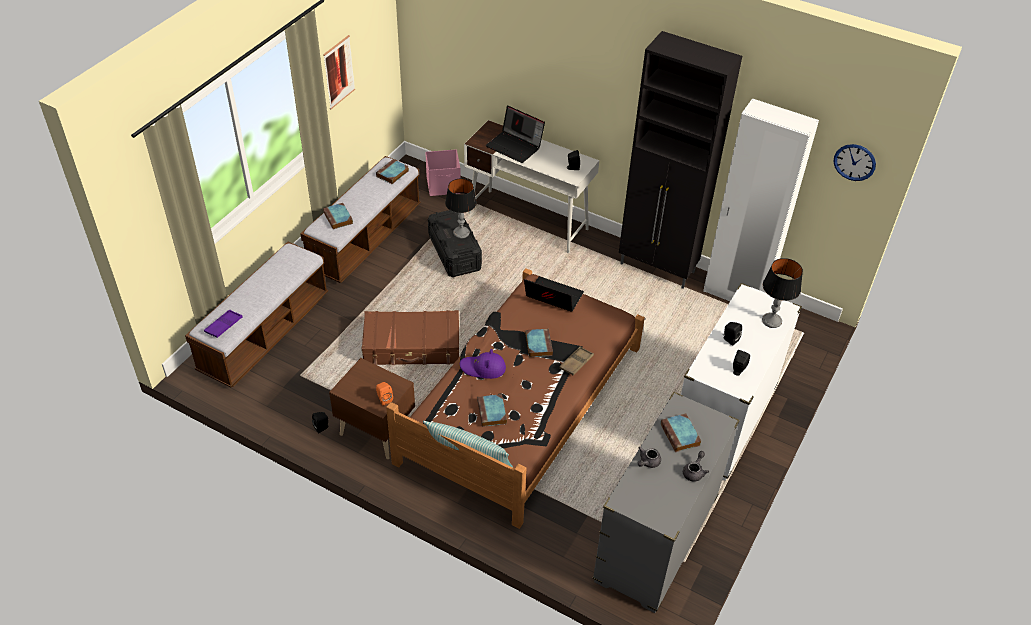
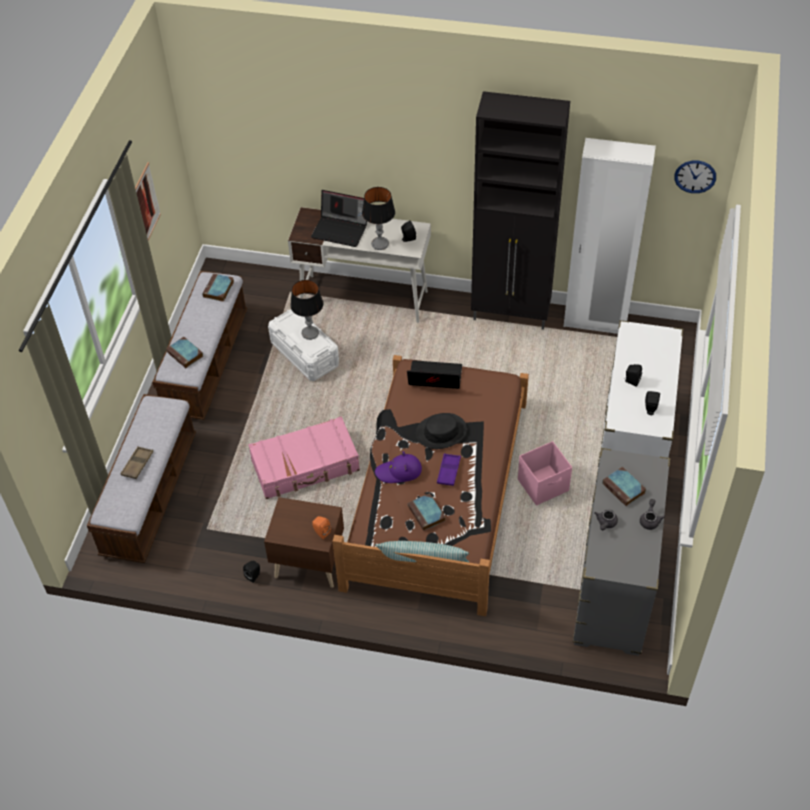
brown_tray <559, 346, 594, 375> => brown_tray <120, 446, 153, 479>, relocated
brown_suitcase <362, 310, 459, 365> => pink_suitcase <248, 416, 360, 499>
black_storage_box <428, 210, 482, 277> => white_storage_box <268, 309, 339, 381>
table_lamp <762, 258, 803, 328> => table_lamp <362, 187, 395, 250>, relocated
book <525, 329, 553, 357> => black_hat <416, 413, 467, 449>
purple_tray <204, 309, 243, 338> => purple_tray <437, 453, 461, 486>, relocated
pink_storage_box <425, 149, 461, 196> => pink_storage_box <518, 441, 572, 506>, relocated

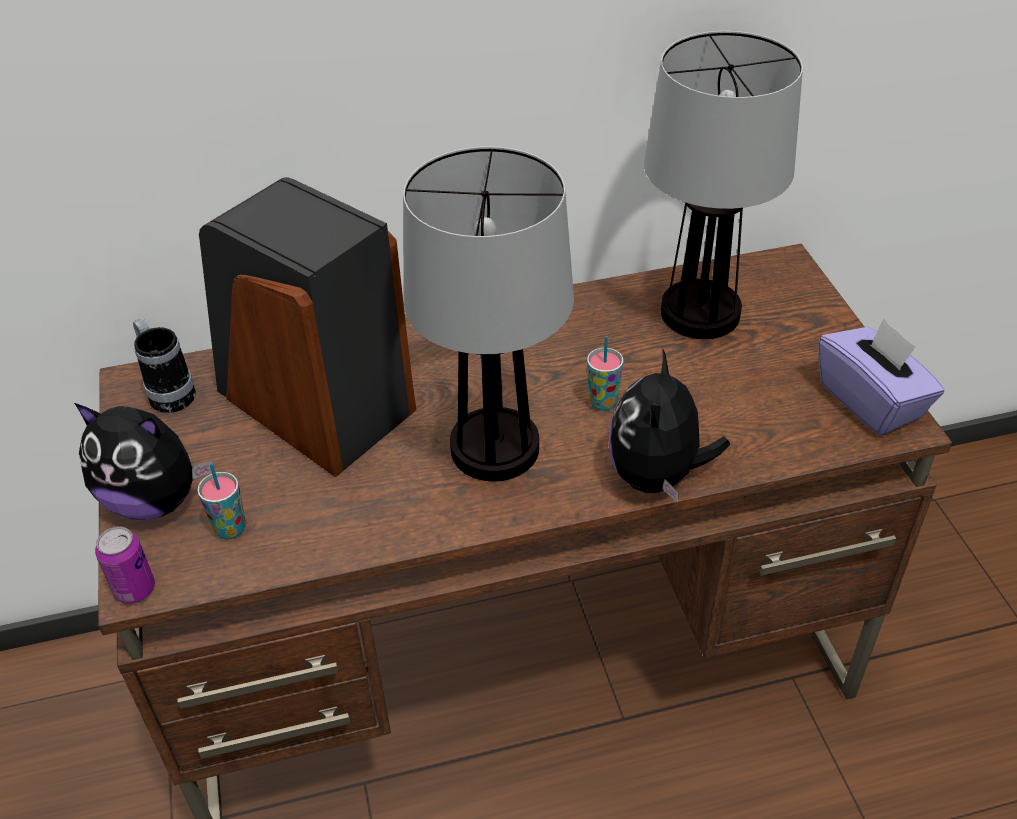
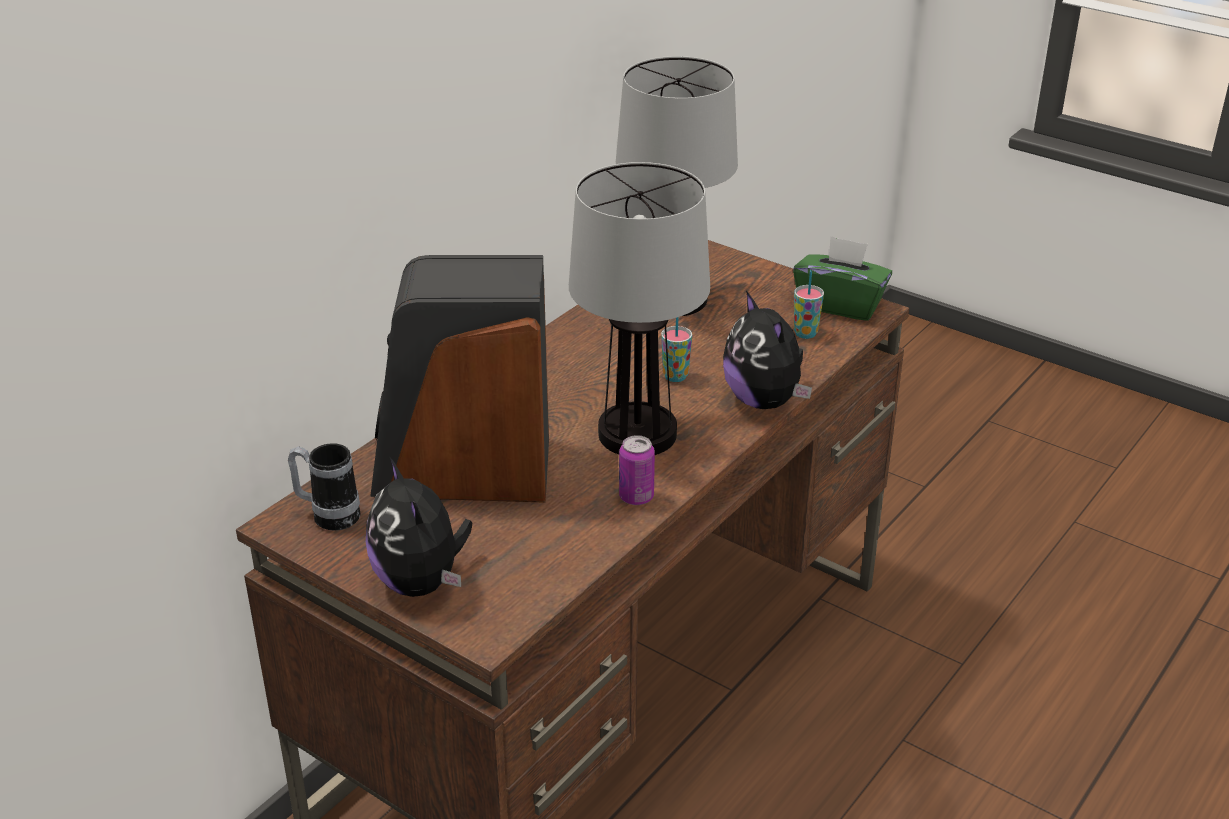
plush_toy <74, 403, 212, 520> => plush_toy <366, 458, 472, 597>, 90 degrees clockwise
can <95, 526, 155, 604> => can <619, 435, 655, 505>, relocated
purple_tissue_box <819, 318, 944, 436> => green_tissue_box <793, 236, 892, 321>
cup <197, 463, 246, 539> => cup <794, 270, 824, 339>, relocated

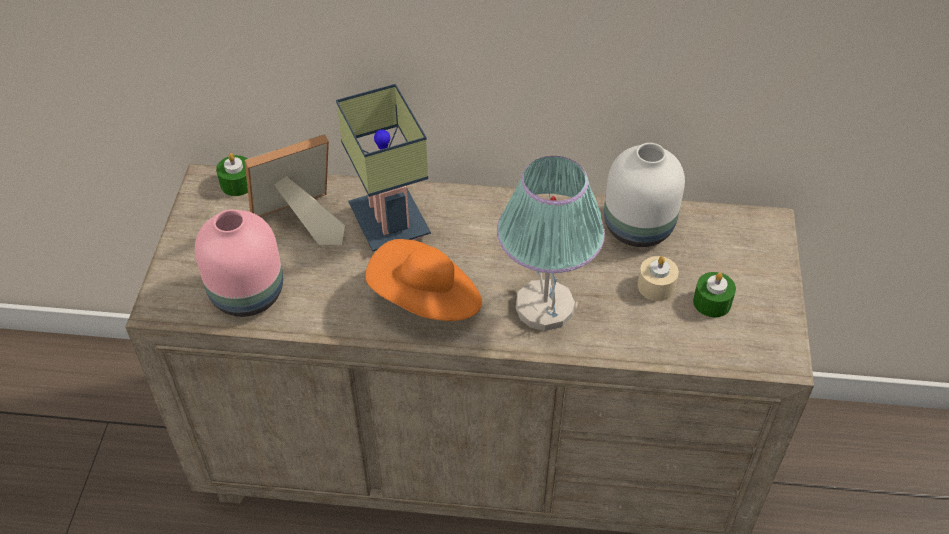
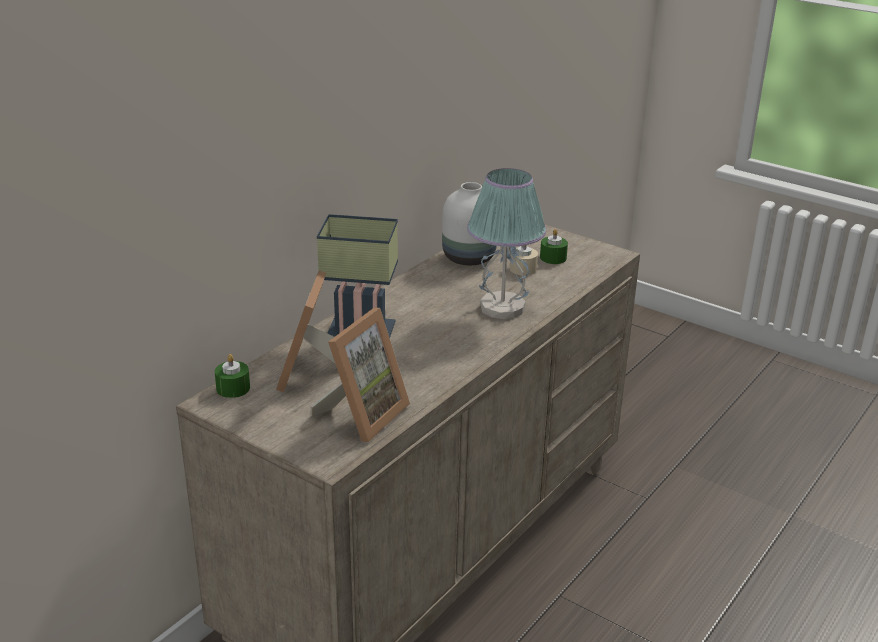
pink_vase <195, 209, 283, 317> => picture_frame <310, 308, 410, 442>
orange_hat <365, 239, 482, 321> => nothing

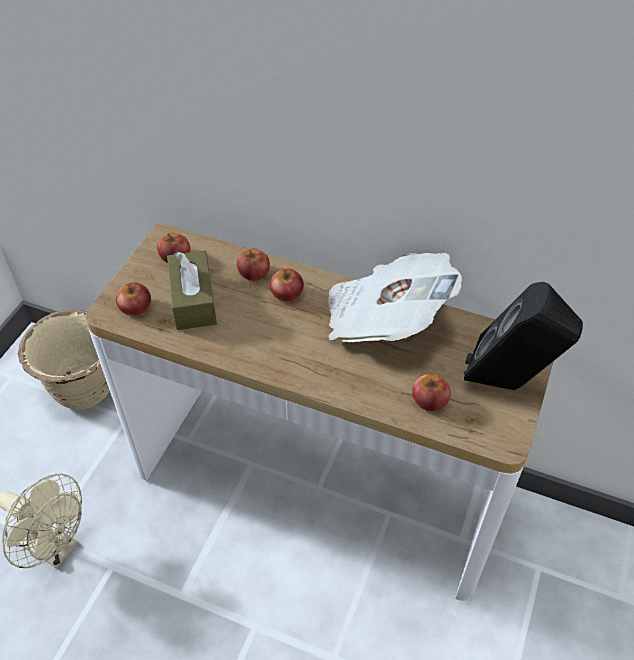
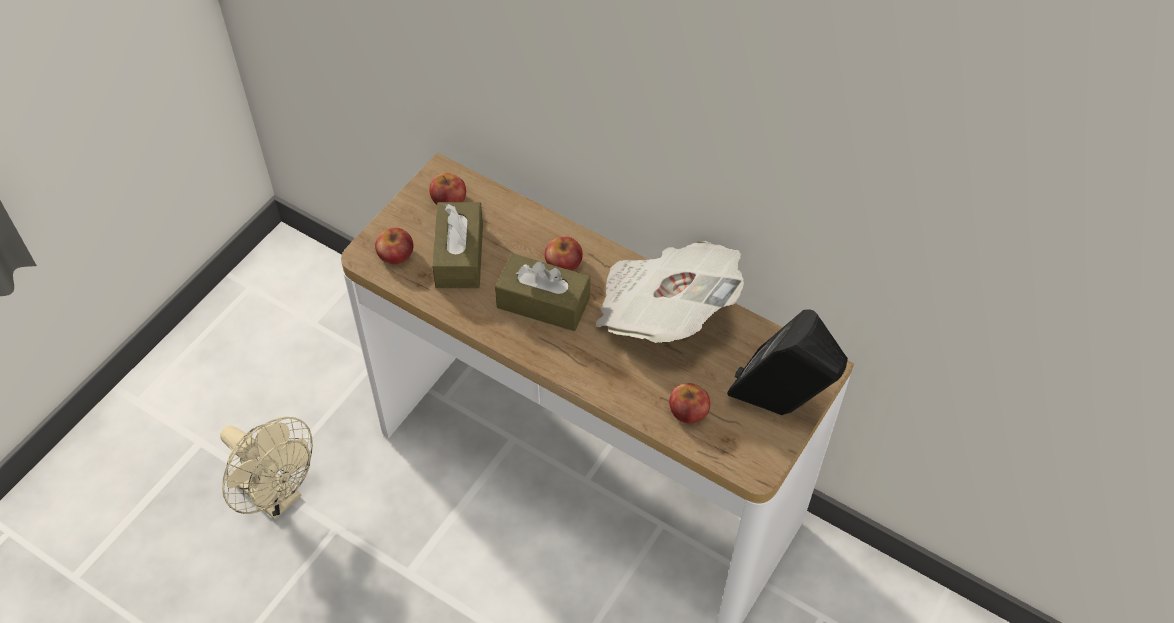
nothing => brown_tissue_box <495, 253, 590, 331>
beige_planter <18, 310, 110, 409> => nothing
apple <237, 248, 270, 281> => nothing

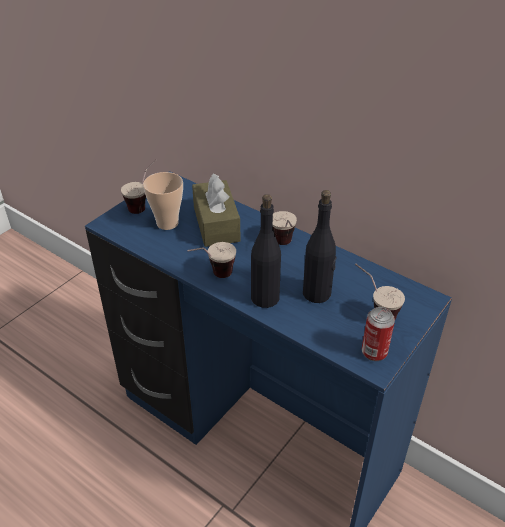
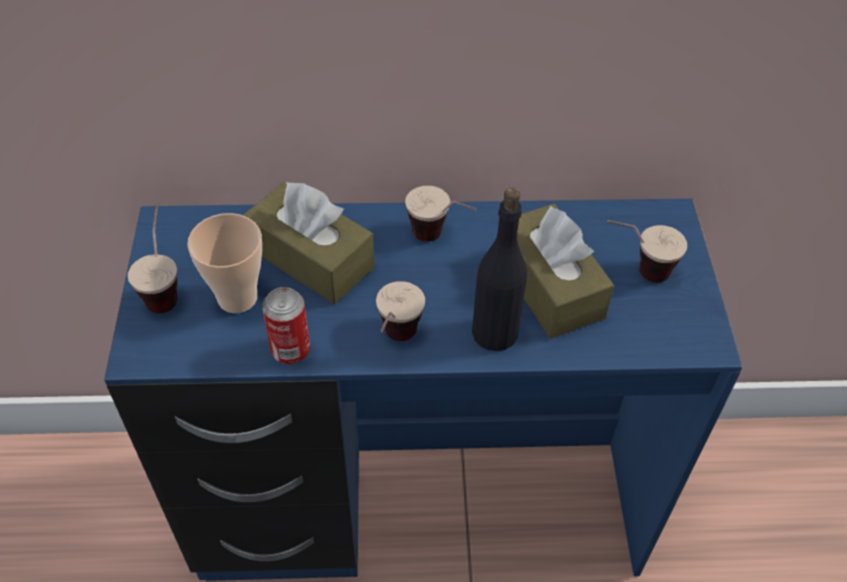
can <362, 307, 395, 361> => can <262, 287, 310, 364>, relocated
black_bottle <303, 190, 337, 303> => brown_tissue_box <517, 204, 614, 339>

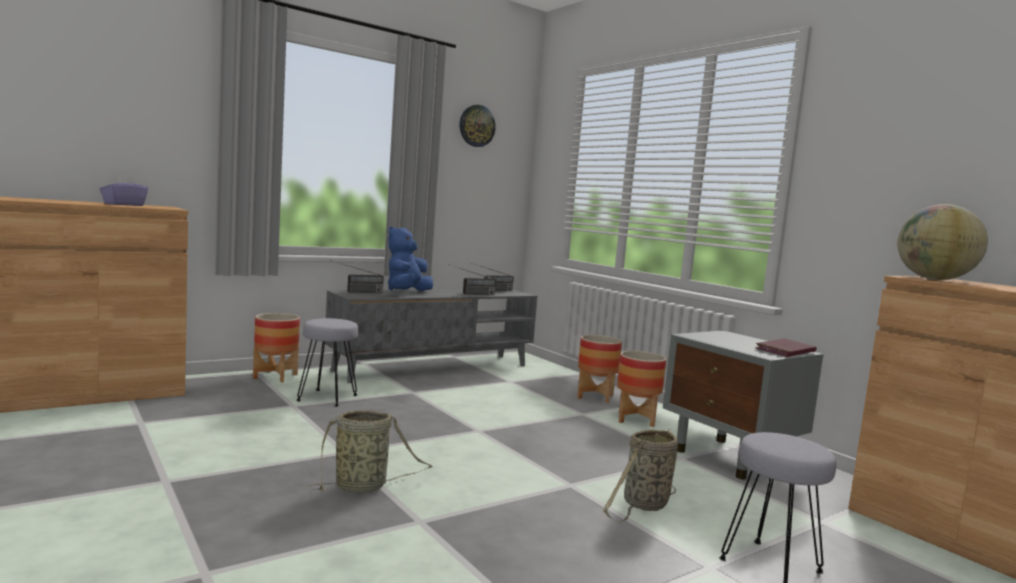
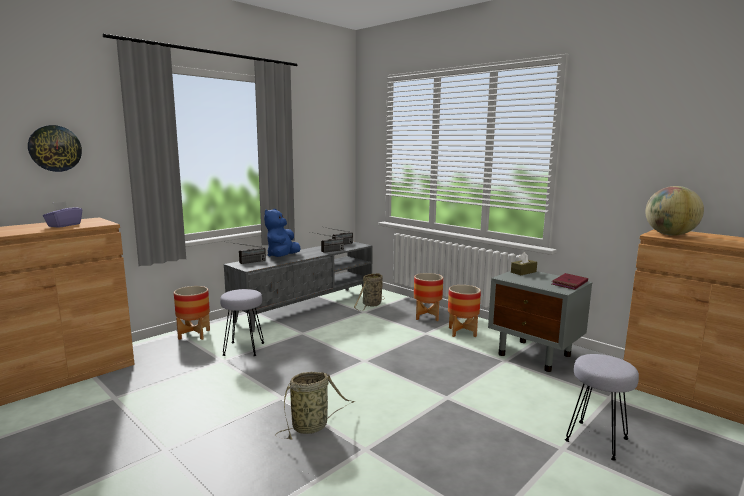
wall_clock <460, 105, 495, 147> => wall_clock <28, 125, 82, 172>, relocated
basket <603, 429, 678, 522> => basket <354, 273, 385, 311>, relocated
nothing => brown_tissue_box <511, 252, 537, 275>

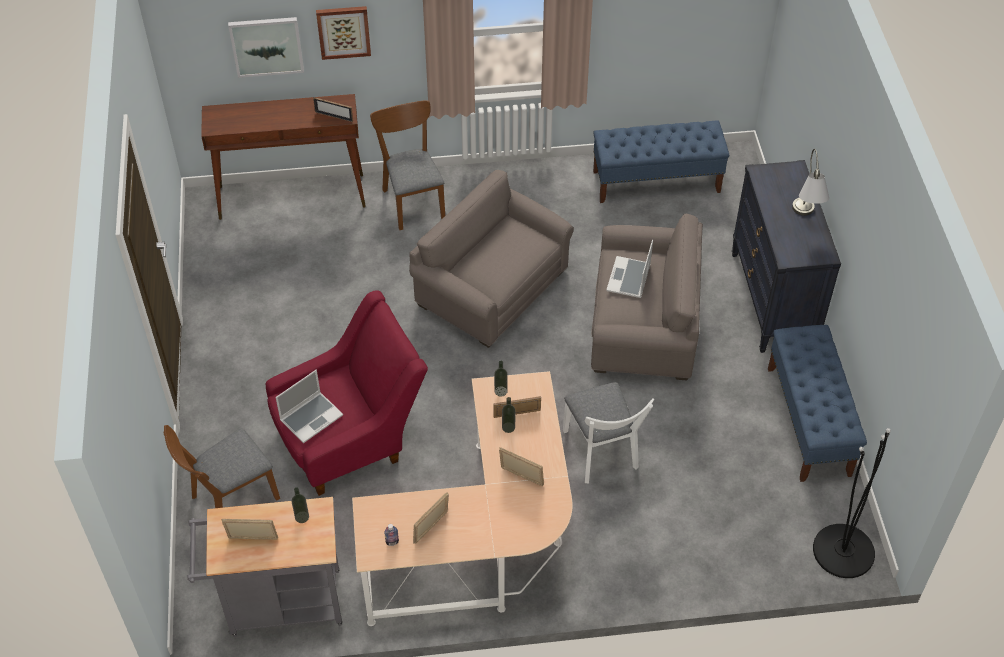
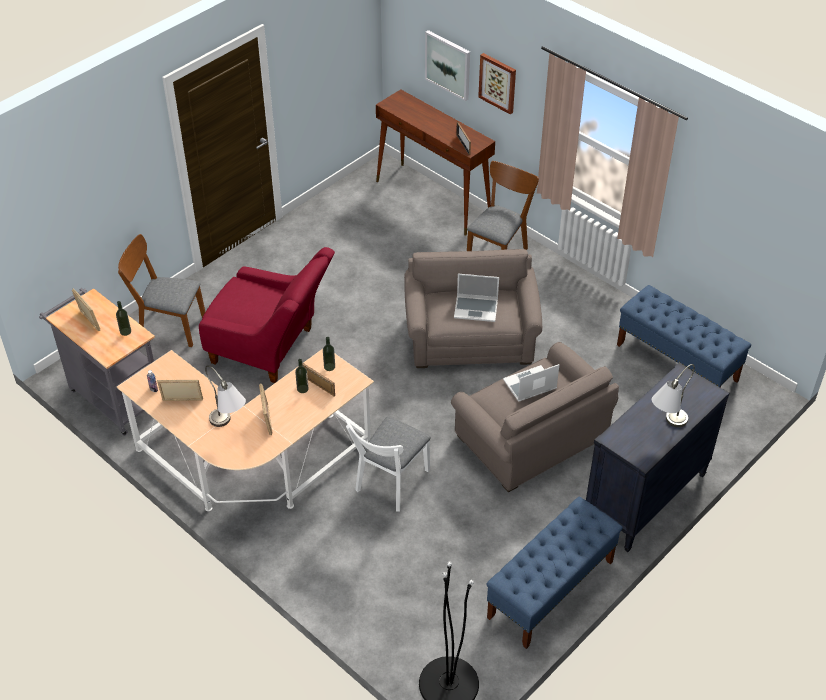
nothing => grey_table_lamp <205, 365, 246, 427>
laptop <276, 370, 343, 443> => laptop <454, 274, 499, 322>, relocated

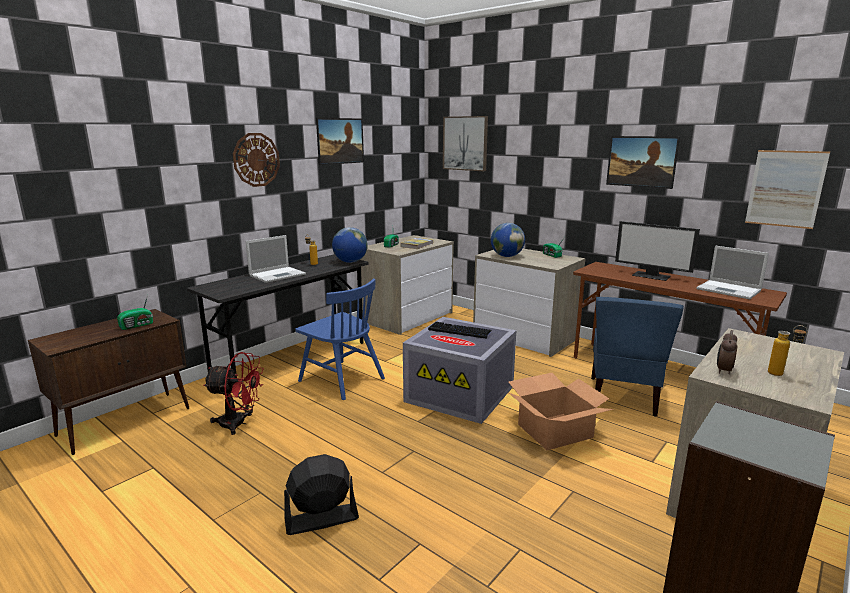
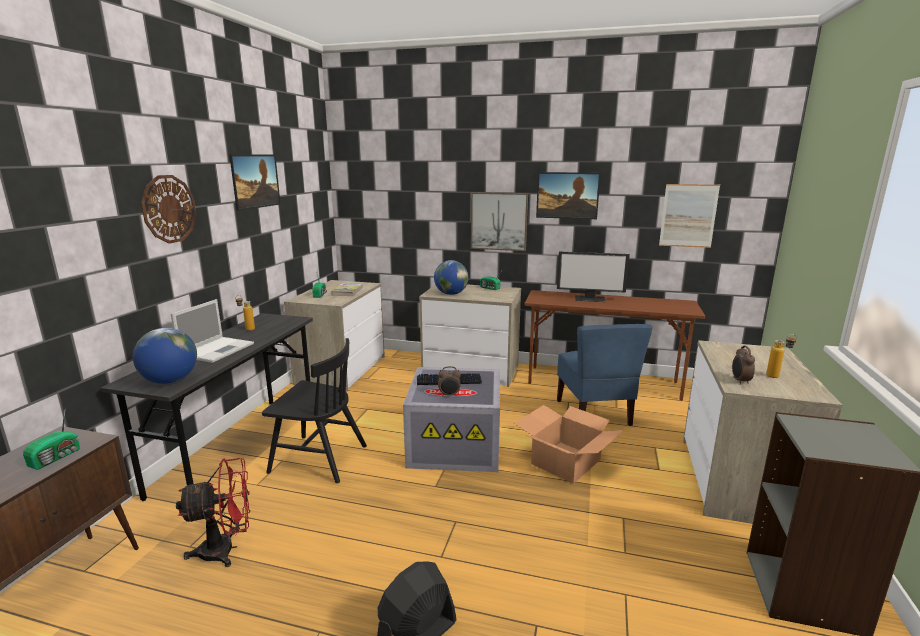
globe <332, 227, 368, 263> => globe <133, 328, 197, 384>, relocated
blue_chair <295, 279, 385, 400> => black_chair <262, 338, 367, 483>
nothing => alarm_clock <438, 366, 461, 397>
picture <443, 116, 488, 171> => picture <471, 192, 528, 251>, relocated
laptop <696, 246, 769, 299> => nothing

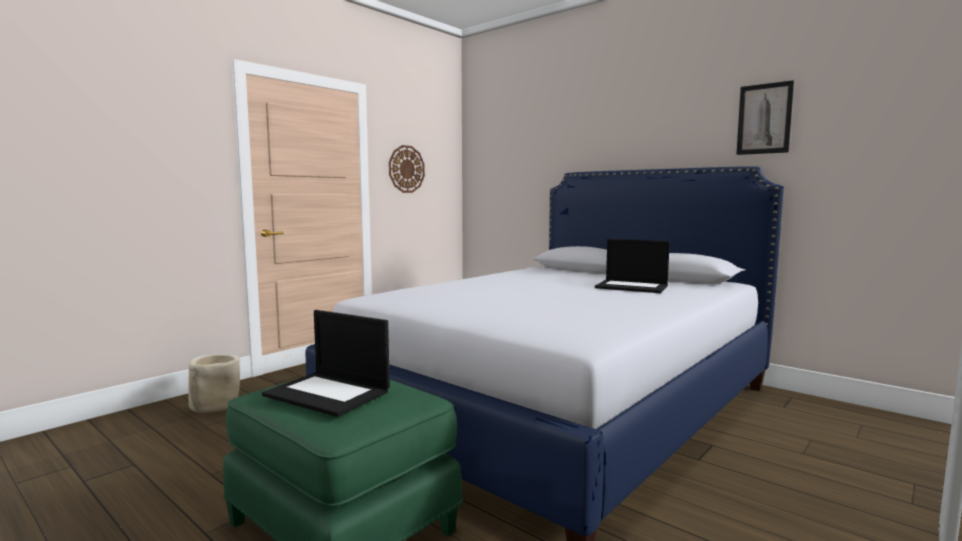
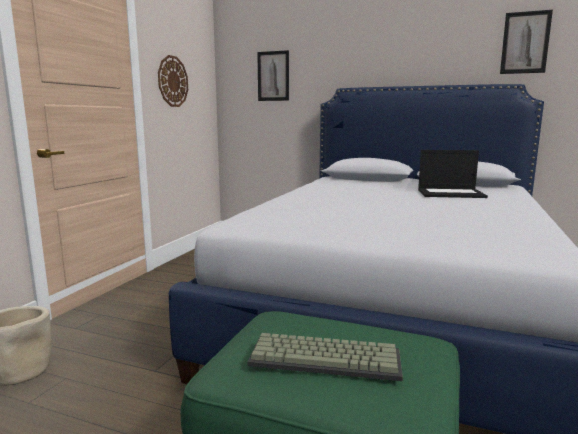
laptop <262, 310, 390, 417> => keyboard <247, 333, 403, 381>
nothing => picture <257, 50, 289, 101>

